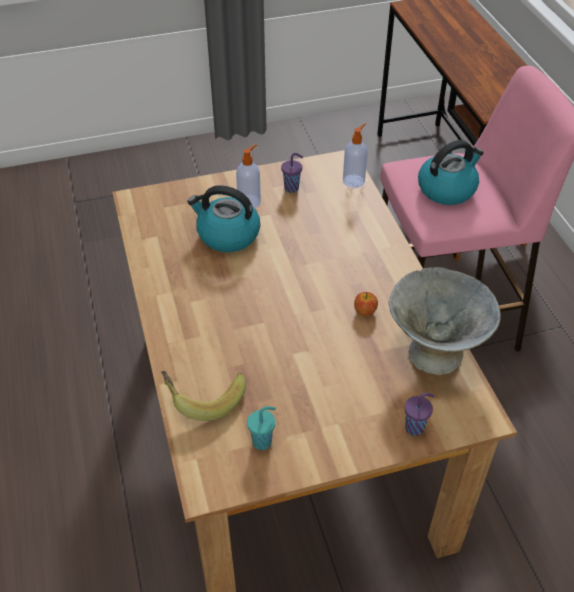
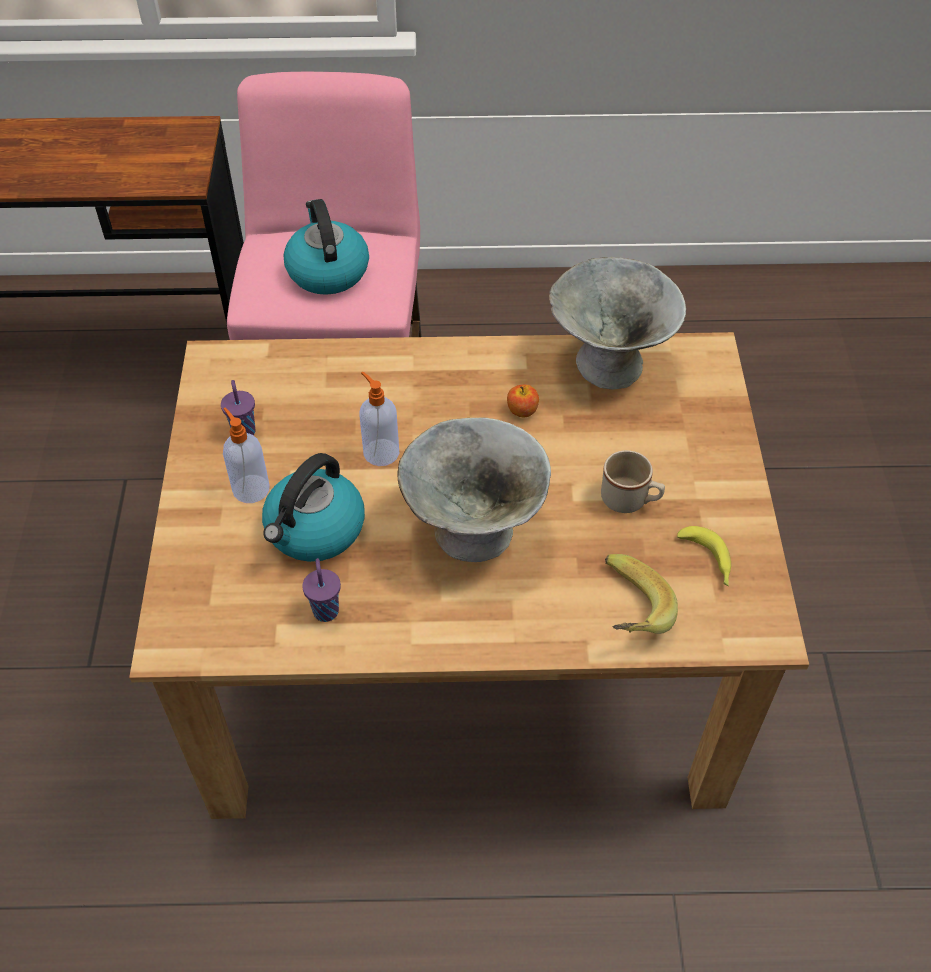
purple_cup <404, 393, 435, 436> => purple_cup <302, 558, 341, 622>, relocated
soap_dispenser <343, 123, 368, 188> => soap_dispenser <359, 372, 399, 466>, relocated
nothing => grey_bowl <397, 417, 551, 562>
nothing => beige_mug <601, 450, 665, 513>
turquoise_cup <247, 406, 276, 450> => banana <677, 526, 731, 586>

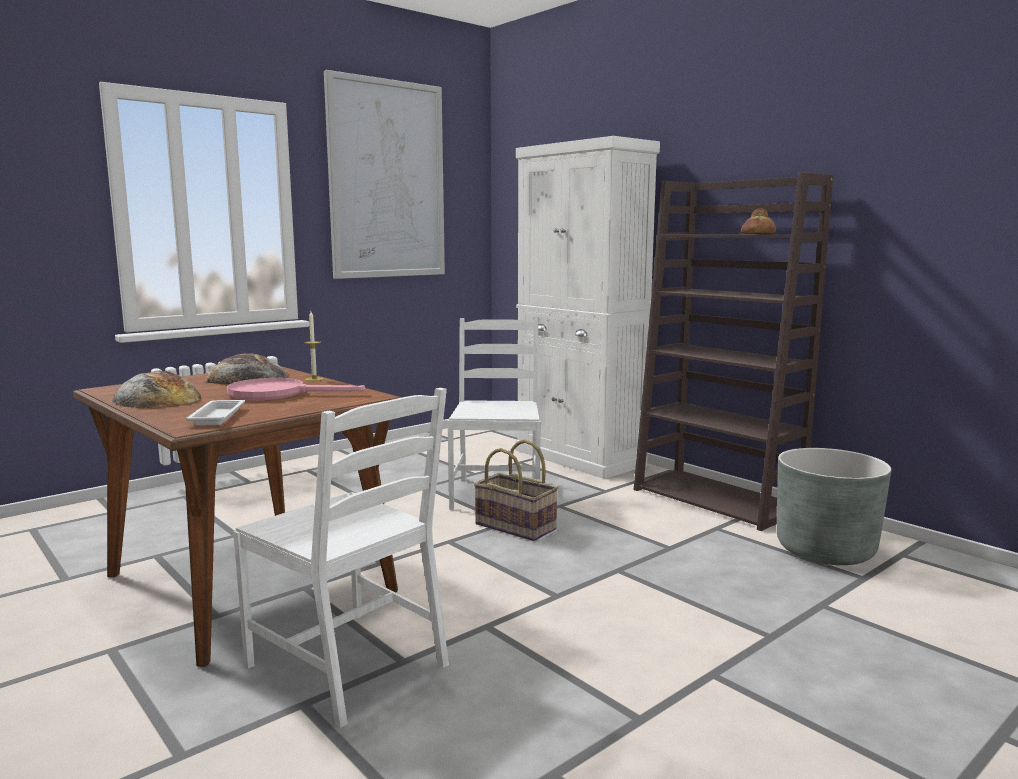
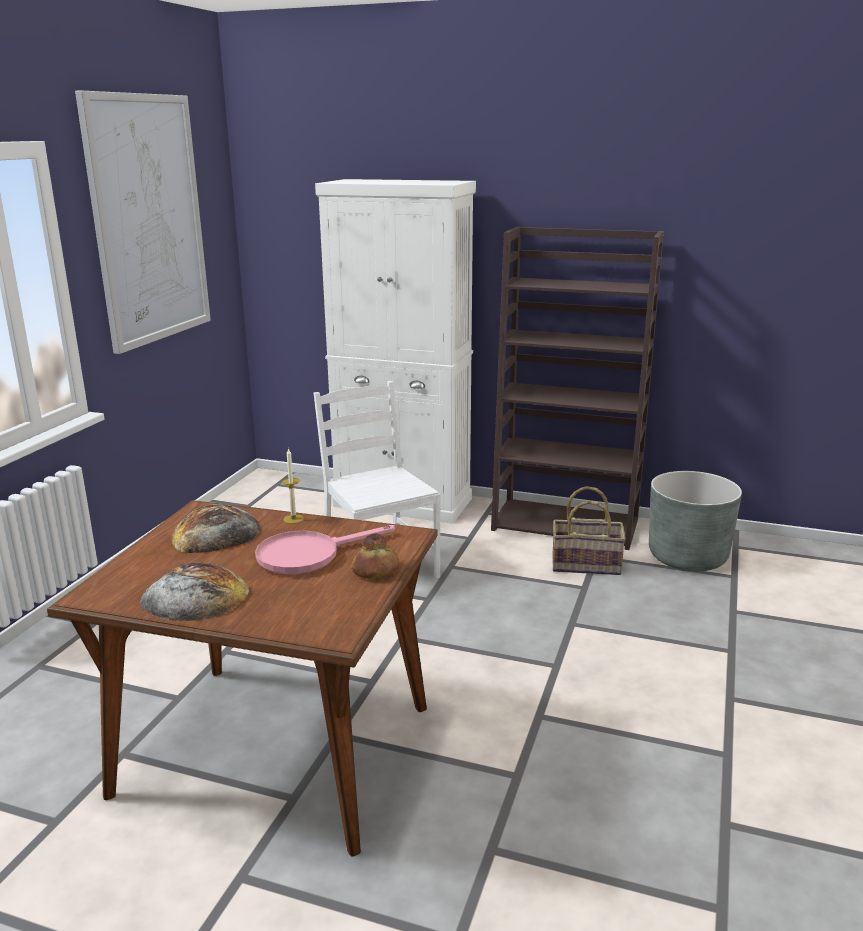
bread <741, 208, 776, 234> => bread <351, 533, 399, 580>, relocated
basket <474, 439, 558, 541> => basket <552, 486, 626, 575>, relocated
white_tray <185, 400, 245, 425> => nothing
white_chair <233, 388, 449, 728> => nothing

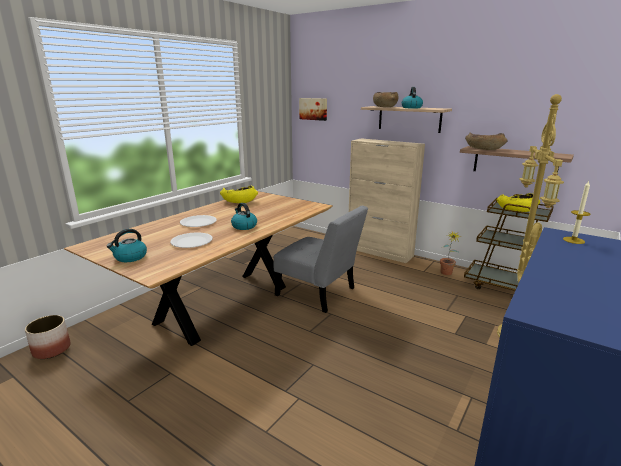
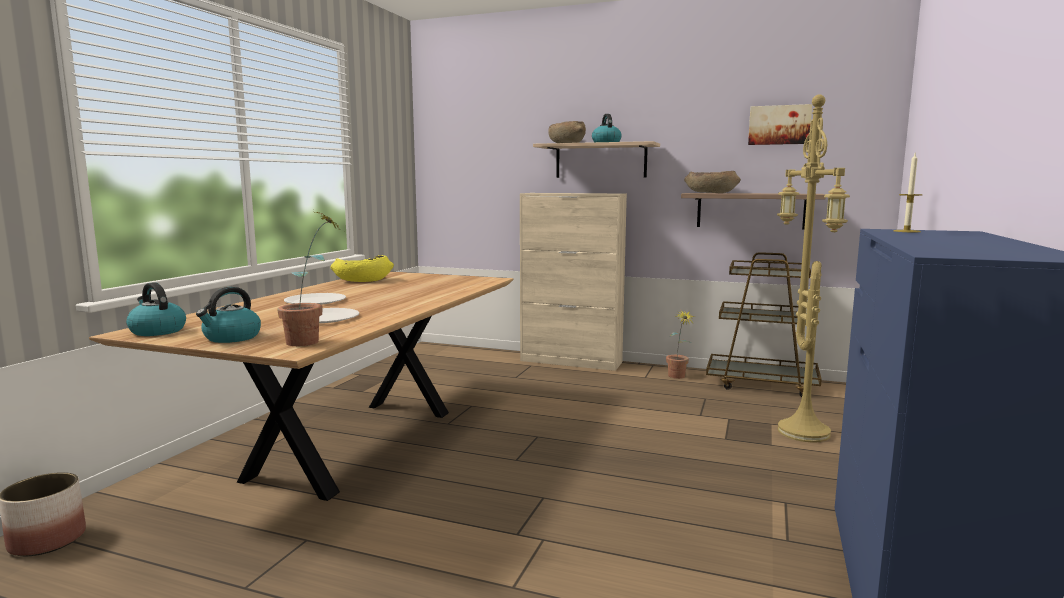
kettle <231, 203, 257, 230> => kettle <126, 282, 186, 336>, relocated
nothing => potted_plant <277, 210, 342, 346>
picture <299, 98, 327, 121> => picture <748, 104, 812, 145>, relocated
grey_chair <273, 206, 368, 313> => nothing
yellow_bowl <497, 193, 540, 212> => nothing

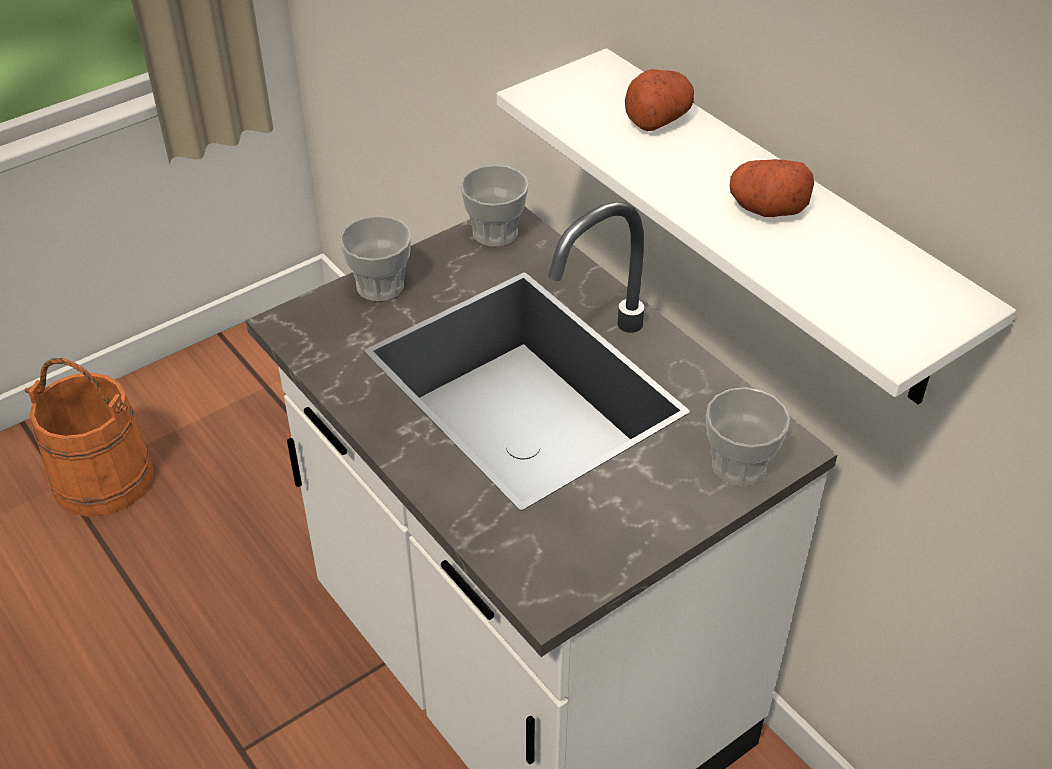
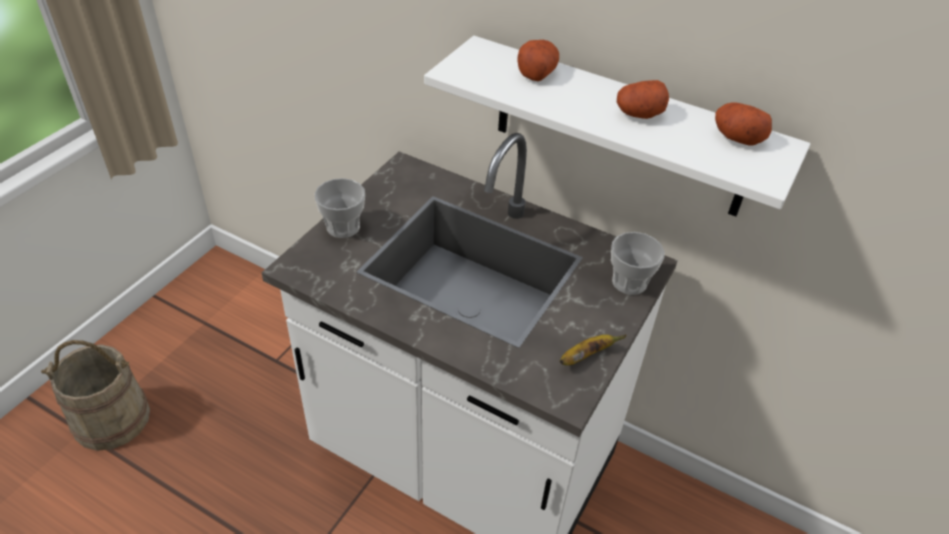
orange_bucket <24, 358, 154, 517> => beige_bucket <41, 340, 150, 451>
nothing => banana <560, 335, 627, 365>
nothing => potato <715, 102, 772, 146>
cup <460, 165, 528, 247> => nothing

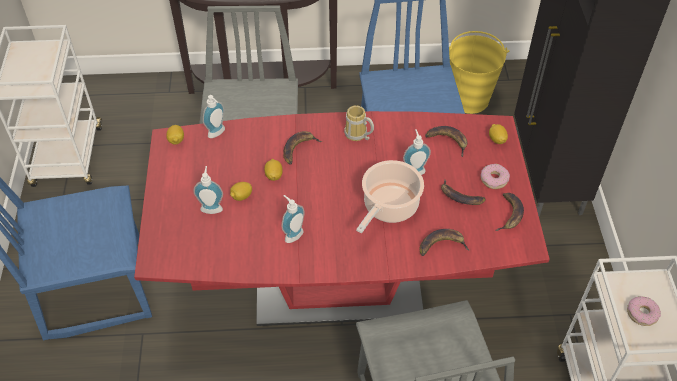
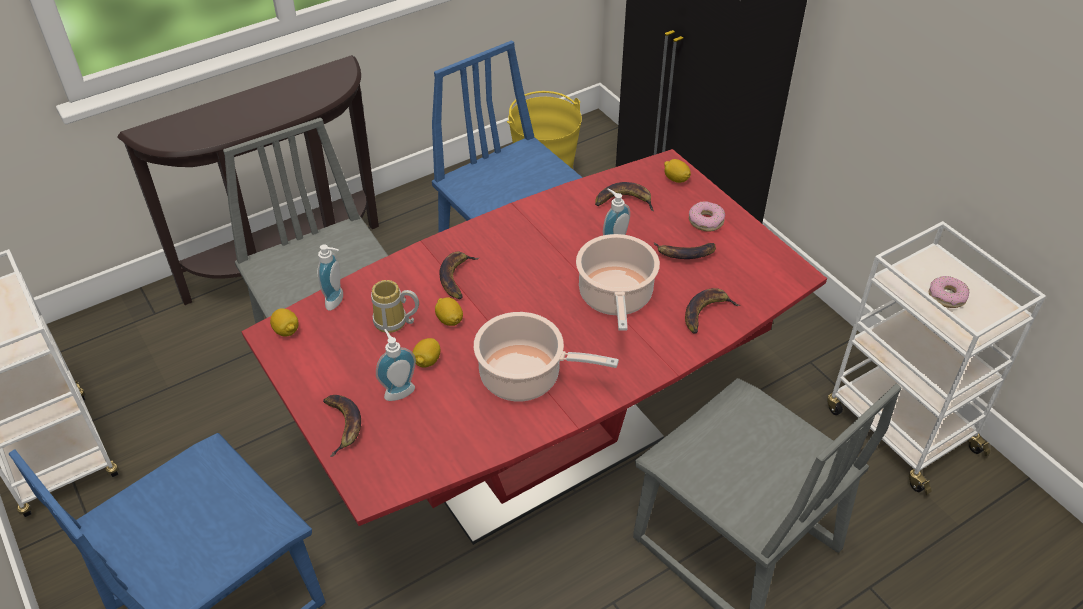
banana <495, 193, 524, 231> => banana <323, 395, 361, 457>, relocated
mug <344, 105, 374, 141> => mug <371, 280, 419, 333>, relocated
soap_dispenser <282, 195, 305, 243> => cooking_pot <474, 312, 619, 401>

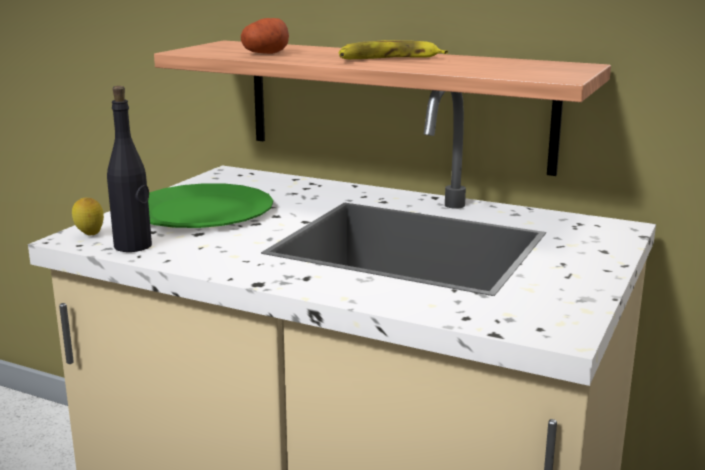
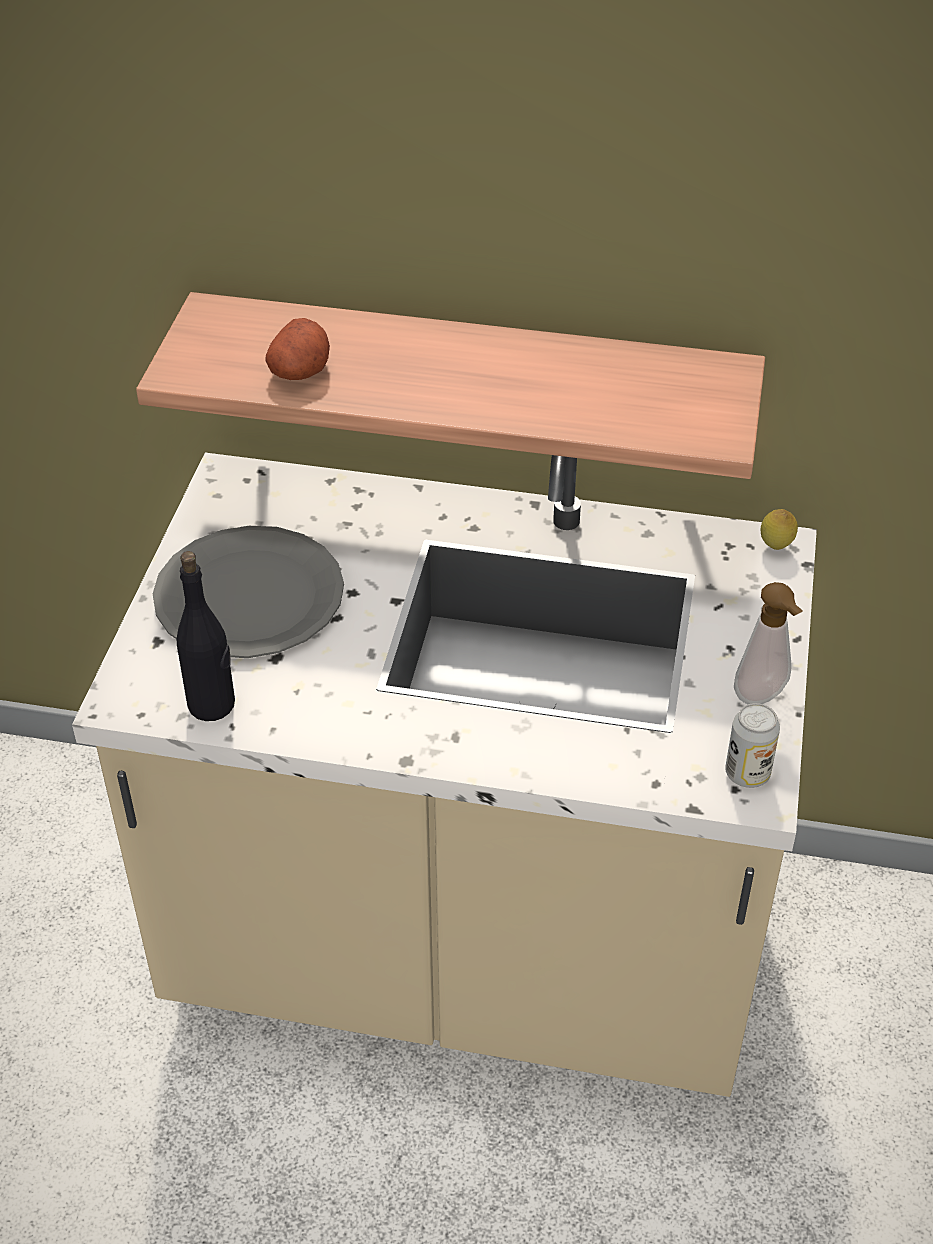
green_plate <148, 183, 273, 228> => grey_plate <153, 526, 344, 658>
nothing => can <725, 703, 780, 788>
nothing => soap_dispenser <734, 582, 803, 704>
lemon <72, 197, 104, 236> => lemon <761, 509, 798, 550>, relocated
banana <339, 40, 448, 59> => nothing

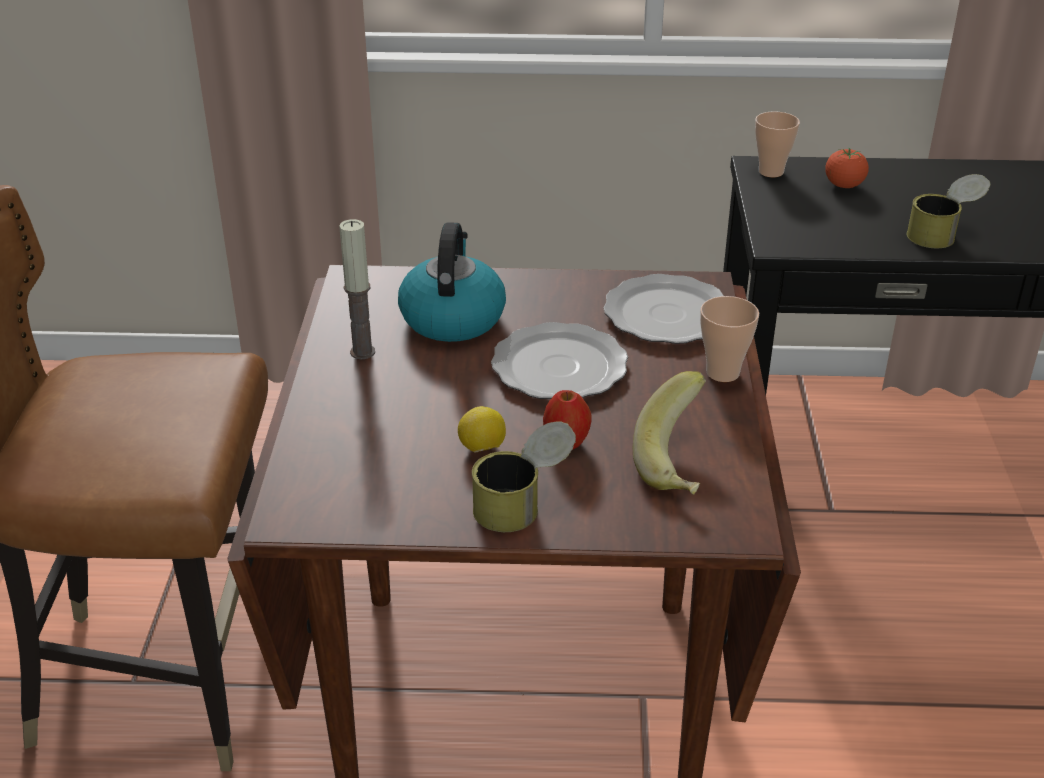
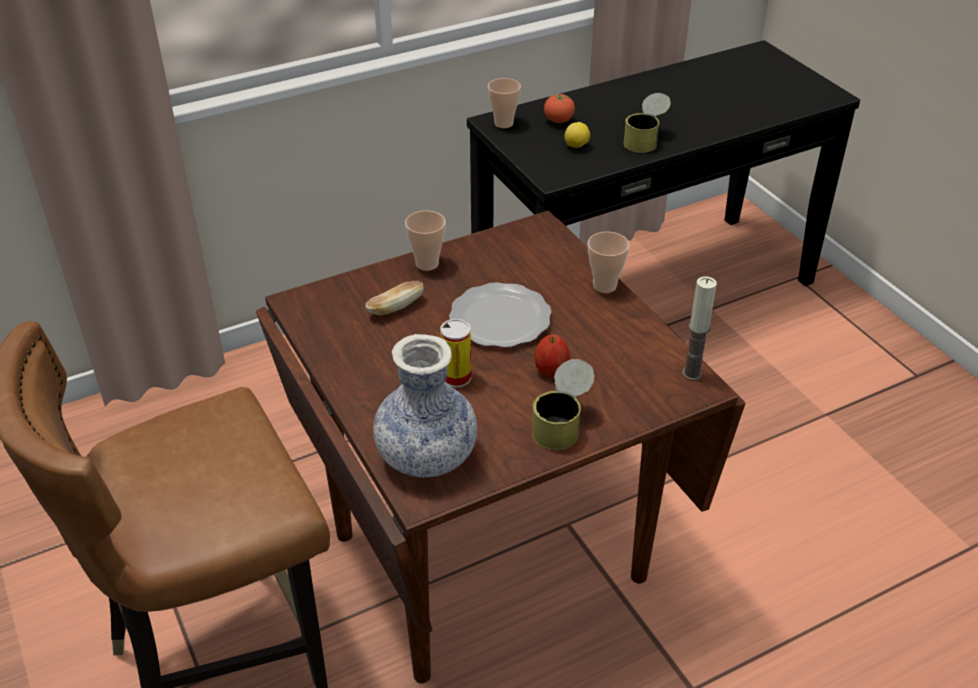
kettle <398, 222, 506, 342> => bread <365, 280, 424, 315>
nothing => vase <373, 334, 477, 477>
nothing => cup <405, 211, 446, 271>
nothing => can <440, 319, 471, 388>
lemon <458, 406, 506, 453> => lemon <564, 122, 590, 148>, relocated
candle <339, 219, 375, 359> => candle <682, 276, 717, 381>, relocated
plate <603, 274, 724, 344> => nothing
banana <633, 371, 706, 495> => nothing

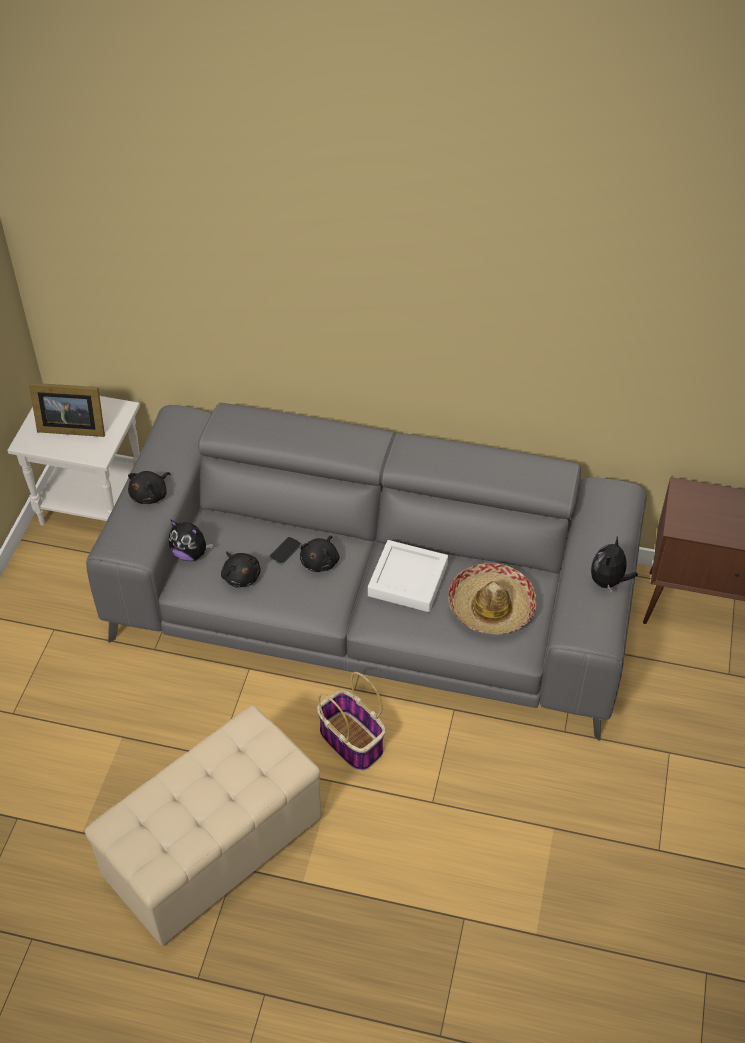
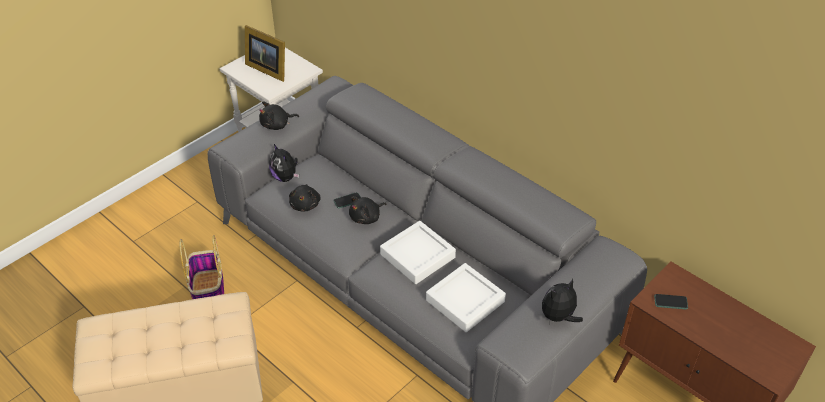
basket <317, 672, 385, 771> => basket <179, 235, 224, 299>, relocated
hat <448, 563, 537, 635> => white_tray <426, 263, 506, 332>
nothing => phone <654, 294, 688, 309>

